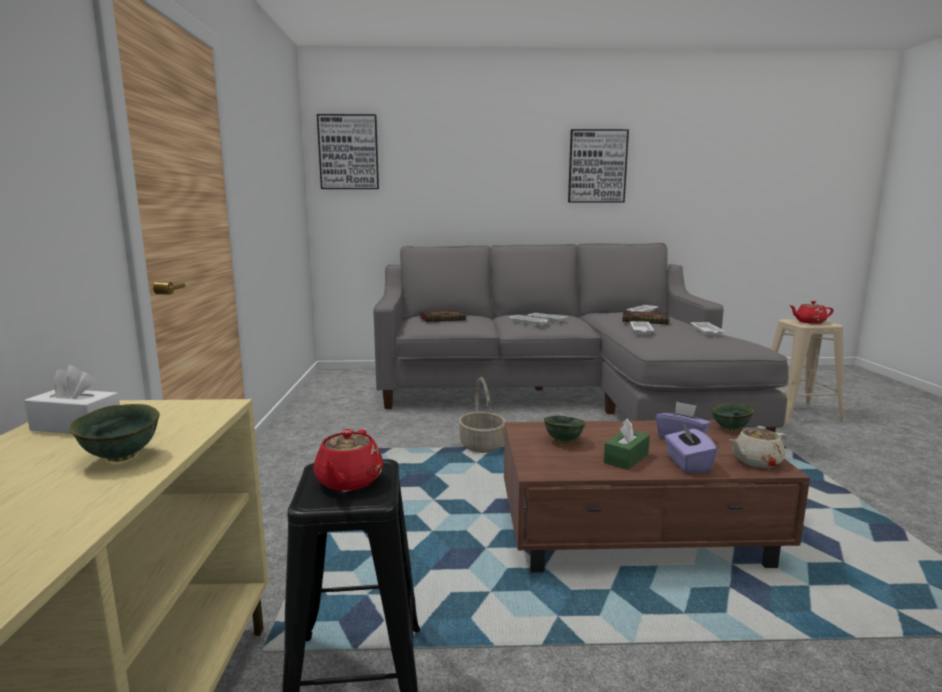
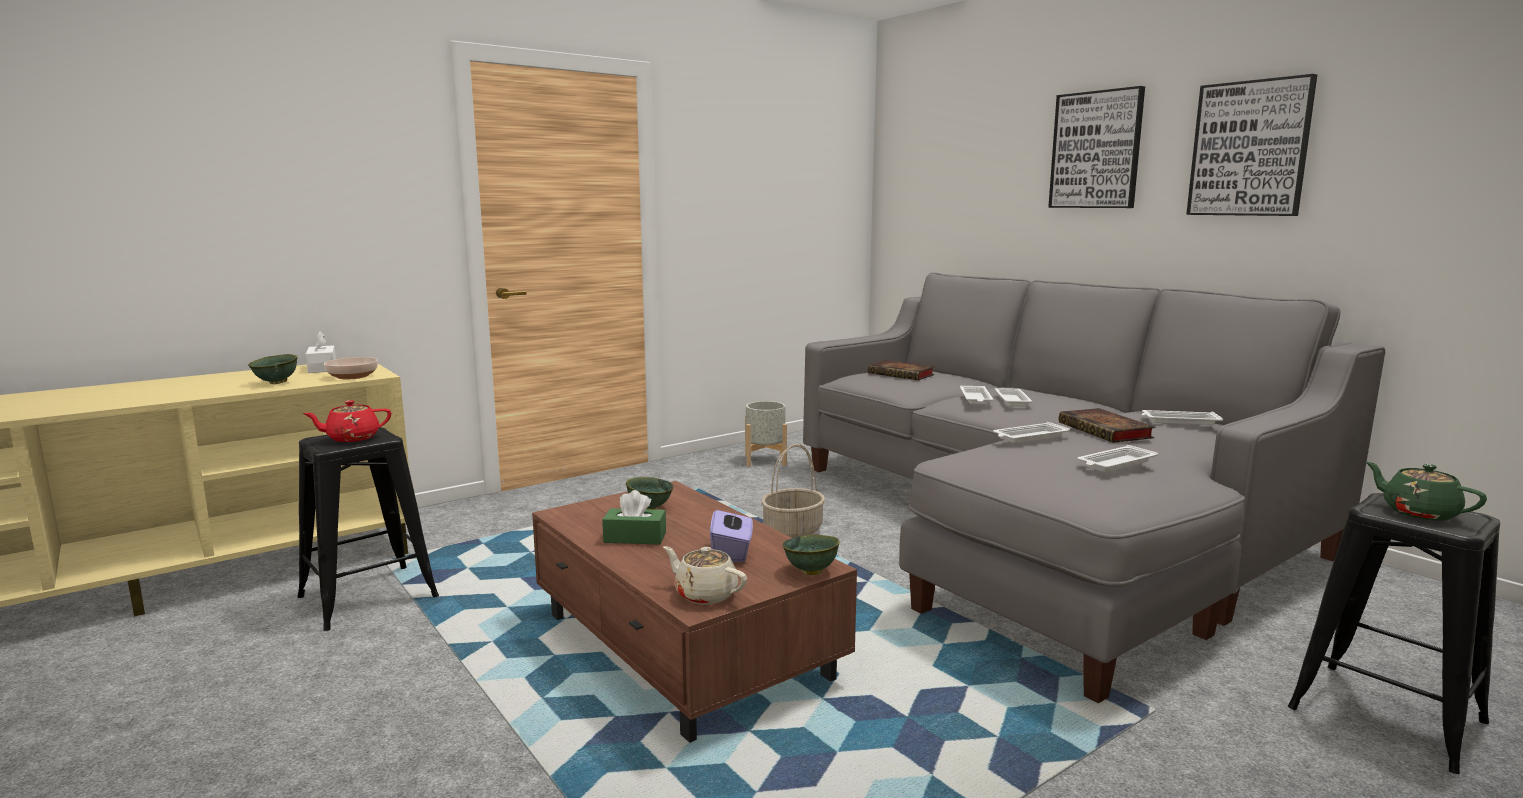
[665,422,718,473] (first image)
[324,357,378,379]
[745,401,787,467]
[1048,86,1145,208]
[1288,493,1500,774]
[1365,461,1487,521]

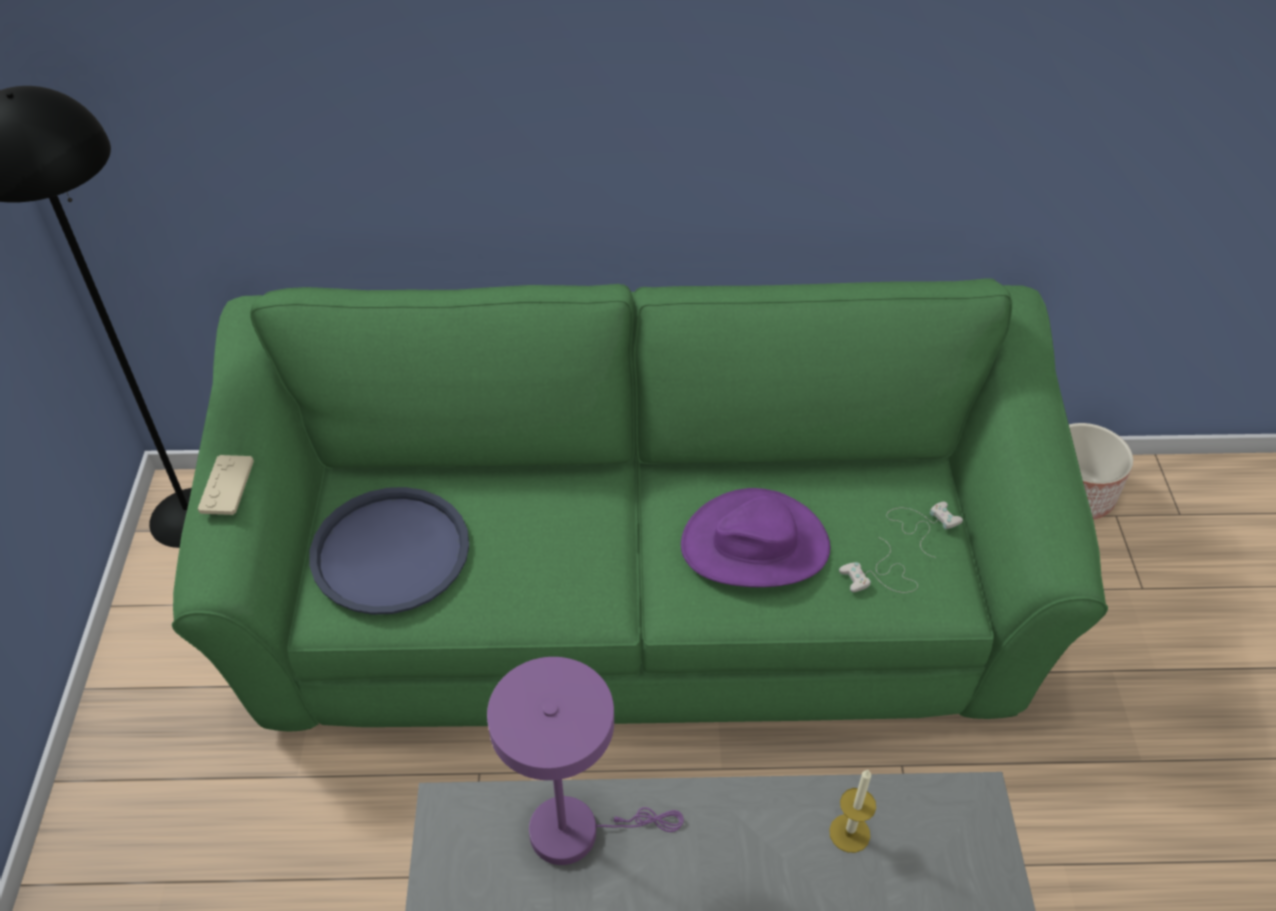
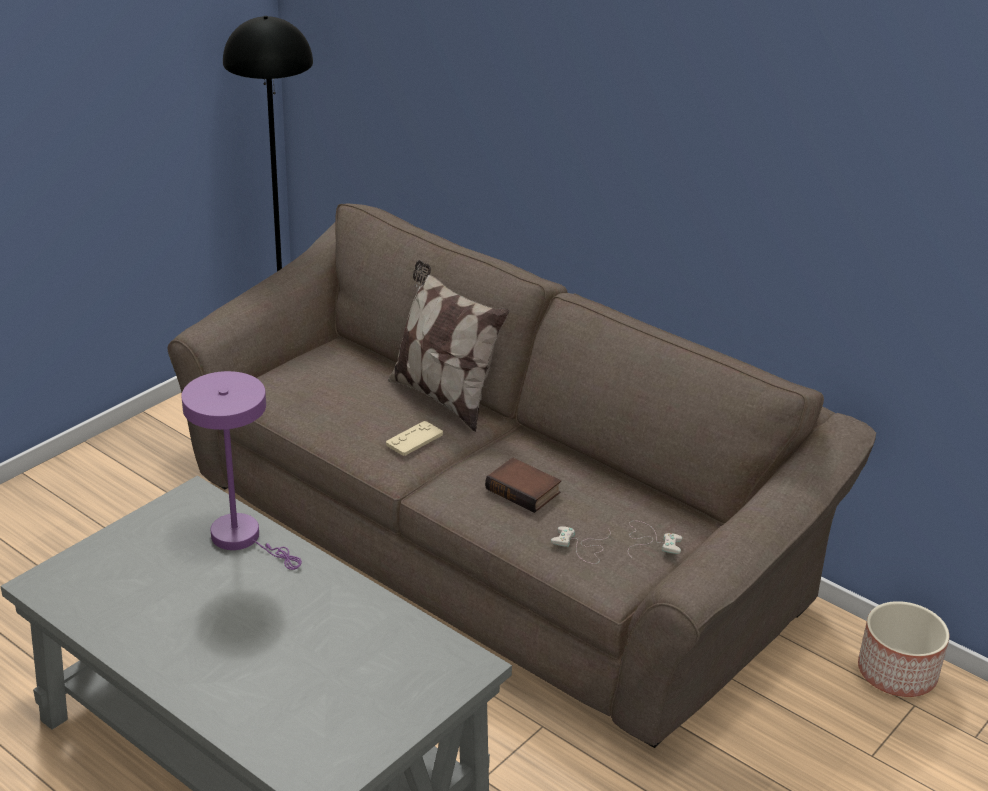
[309,487,469,615] (first image)
[829,770,876,853] (first image)
[388,260,509,432]
[386,421,443,456]
[485,458,561,513]
[168,204,876,748]

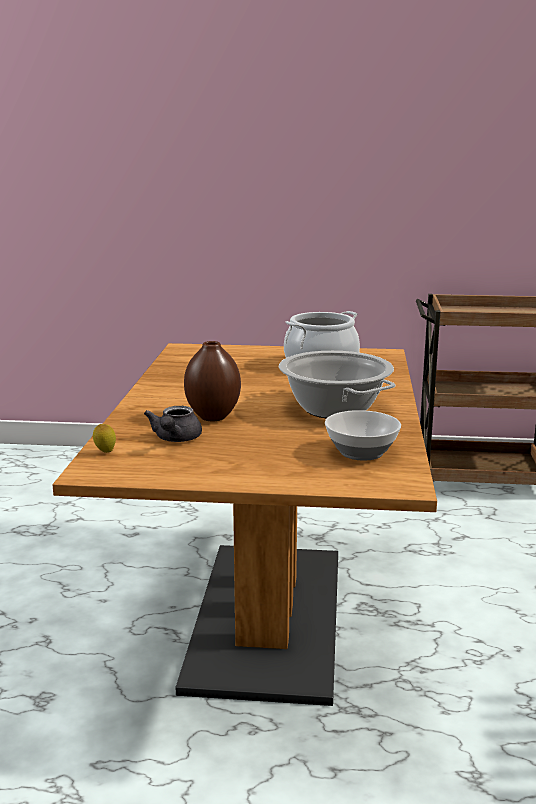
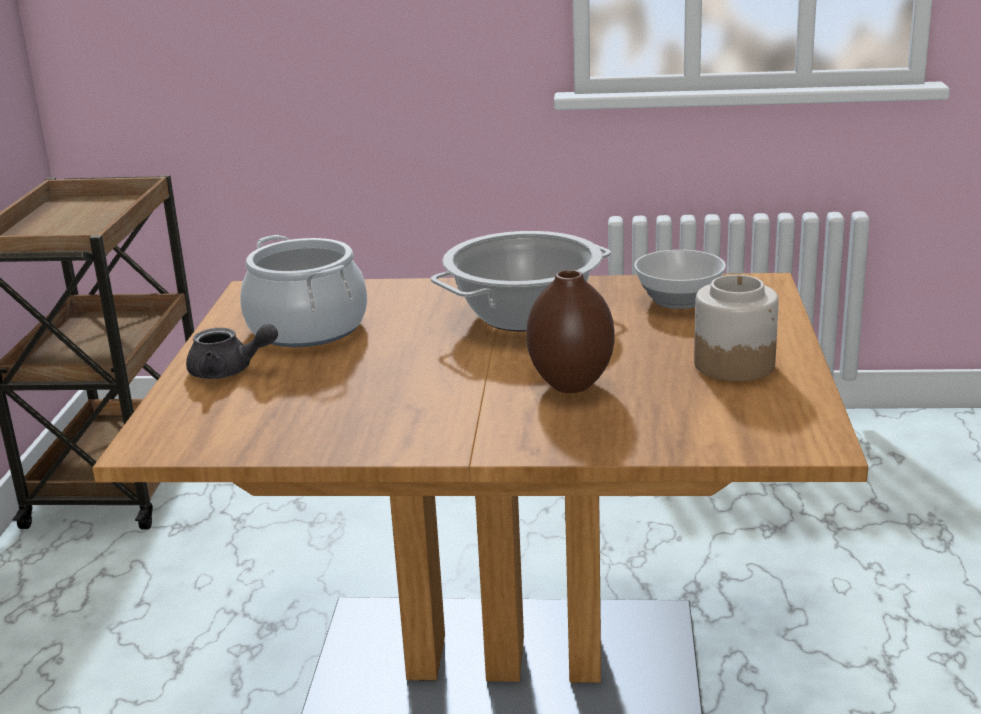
[93,424,116,453] (first image)
[694,275,779,381]
[186,324,278,379]

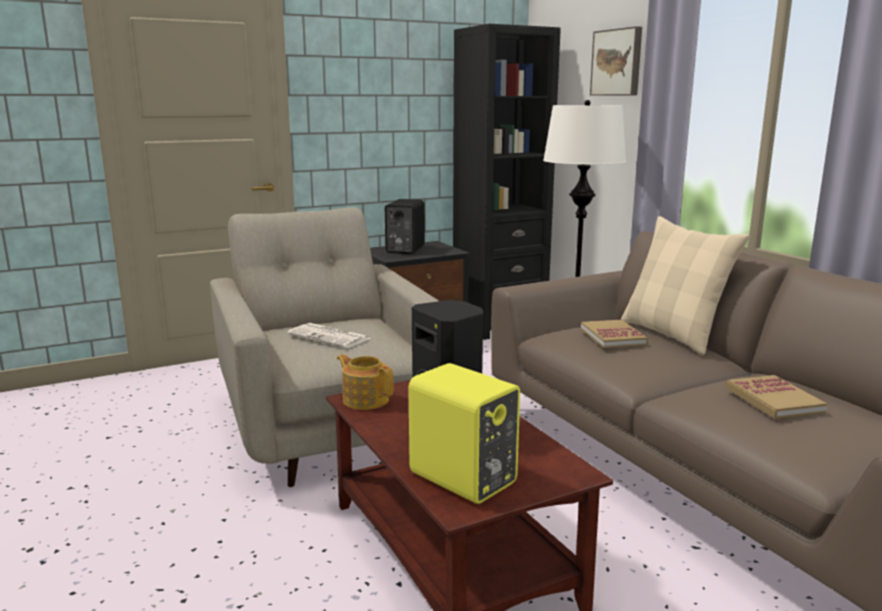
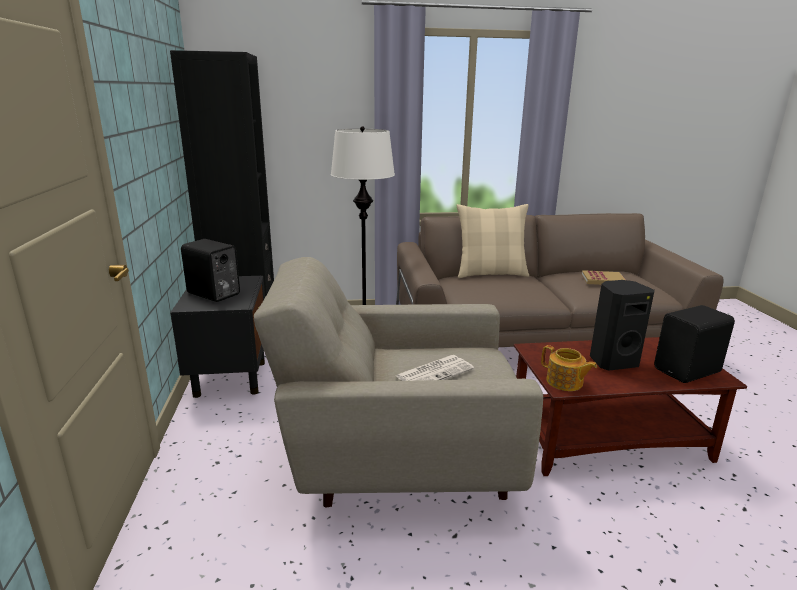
[581,320,648,348] (first image)
[590,26,642,96] (first image)
[654,305,735,383]
[541,345,597,391]

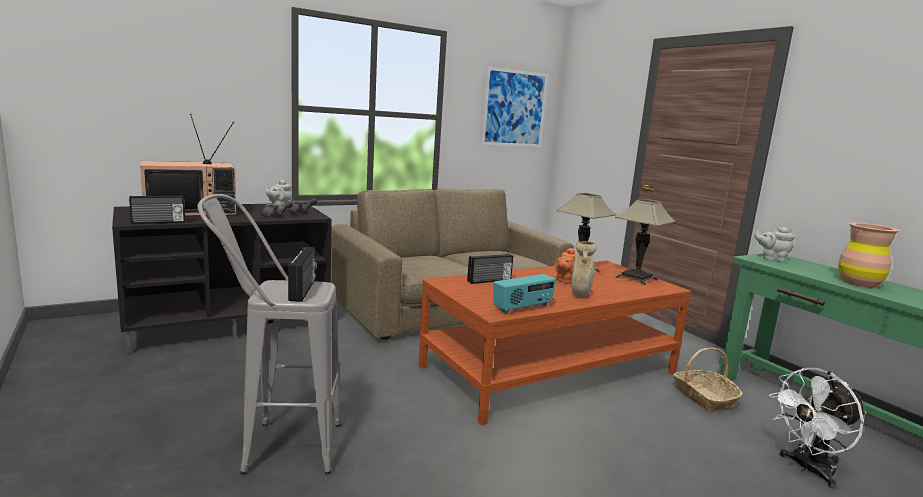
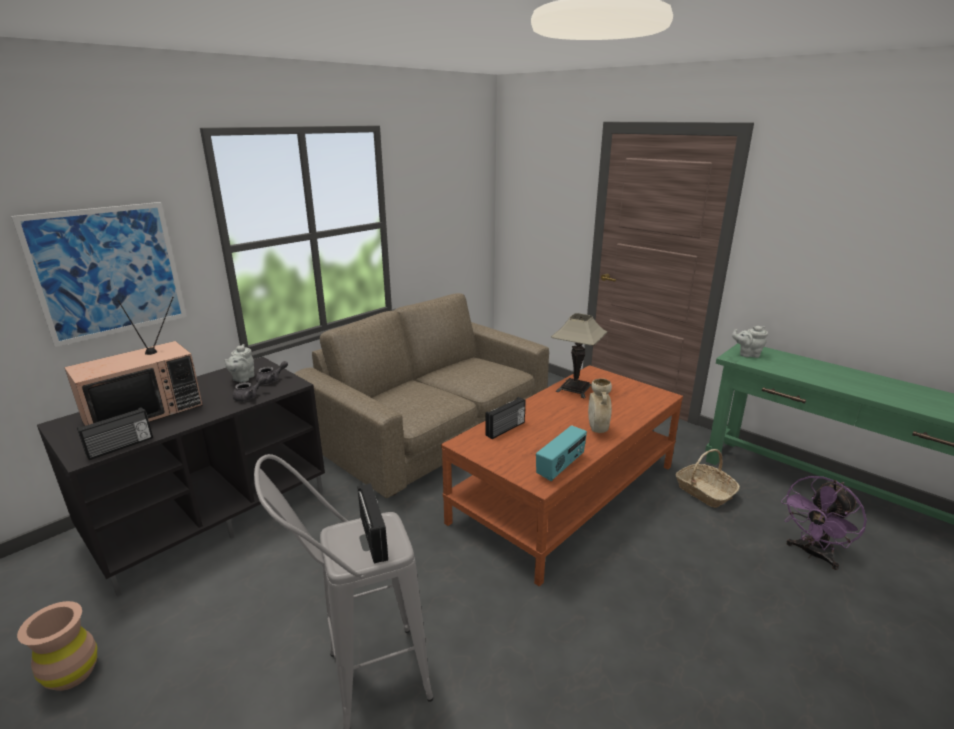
[554,248,578,284] (first image)
[615,199,676,285] (first image)
[11,202,187,347]
[17,601,97,691]
[781,476,867,570]

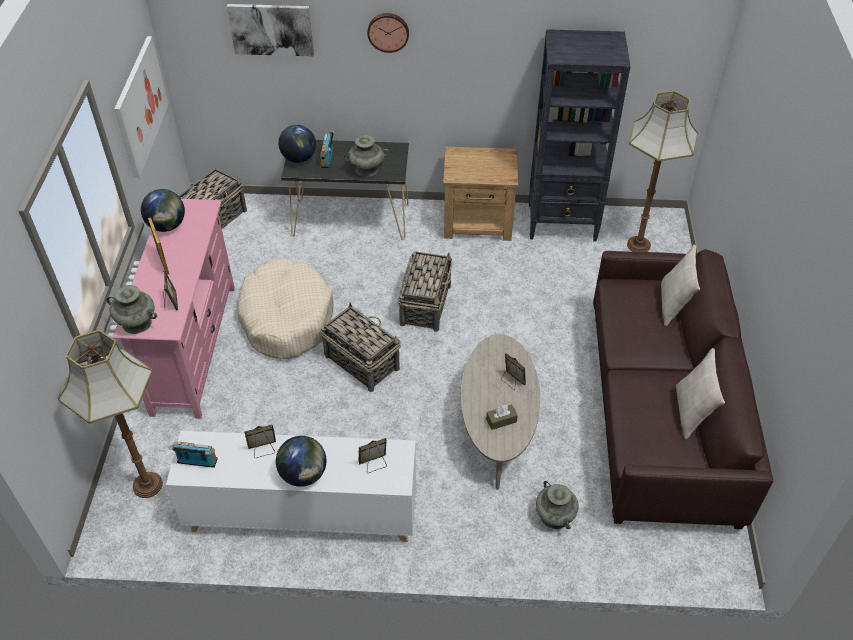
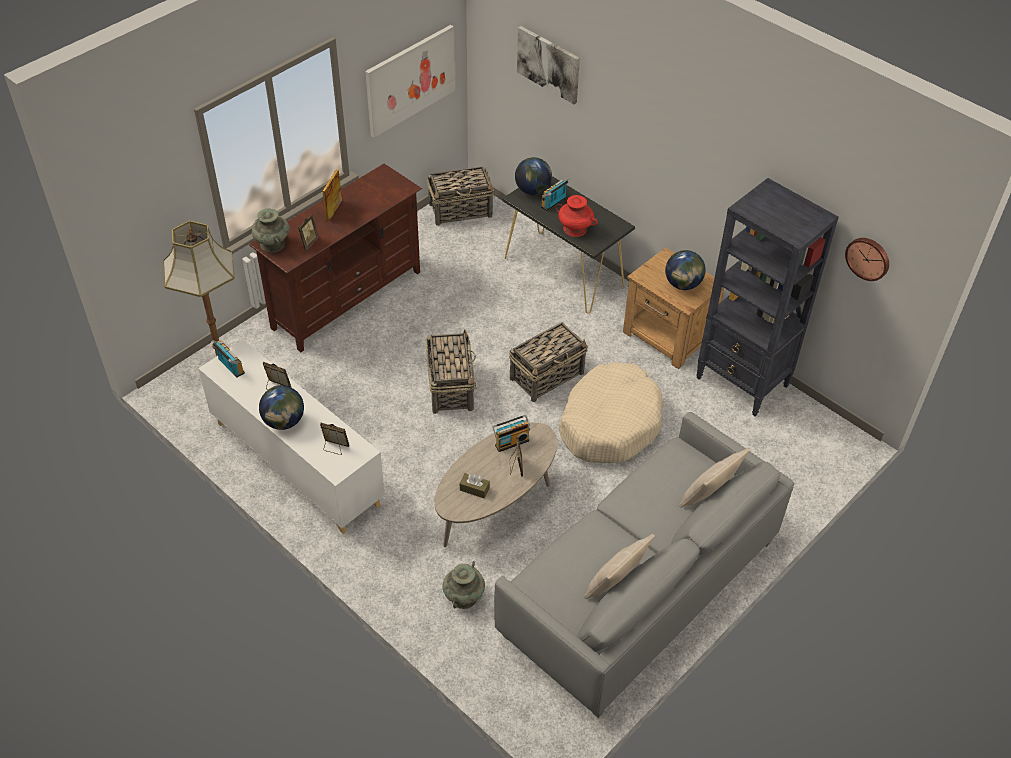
[627,91,698,252] (first image)
[492,415,530,452]
[665,250,706,290]
[559,362,664,463]
[845,238,889,281]
[249,164,422,352]
[555,195,598,237]
[495,412,794,718]

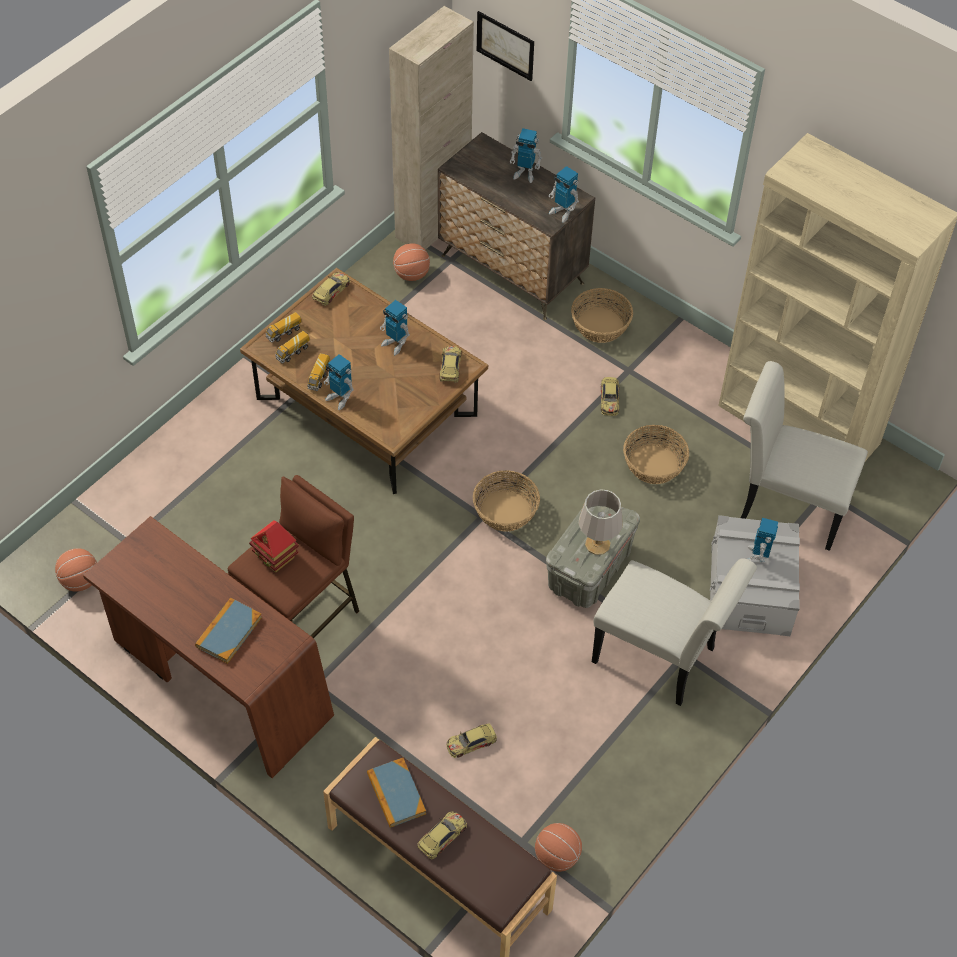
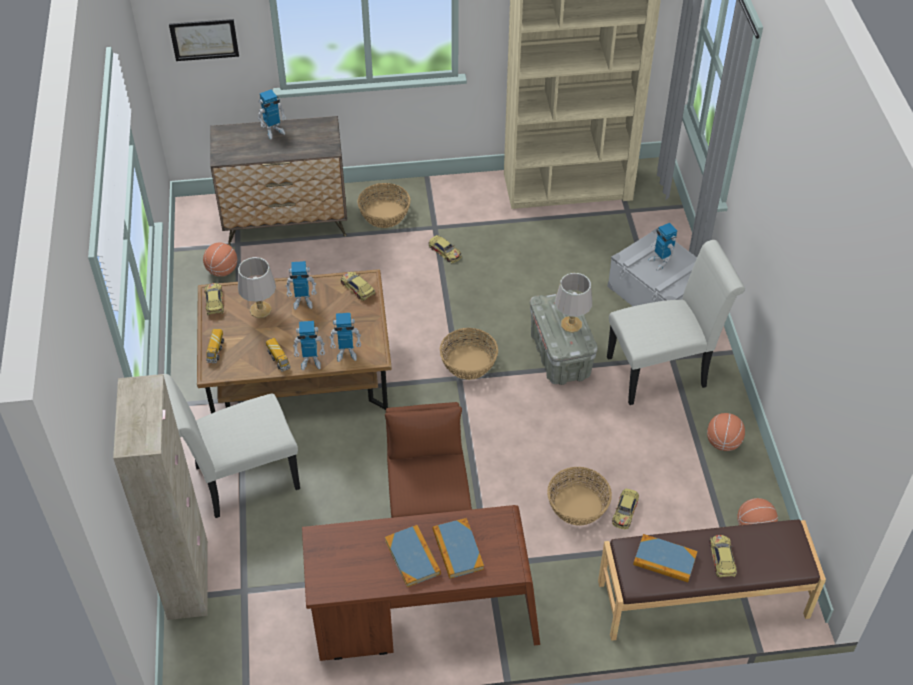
[249,520,299,572] (first image)
[275,331,310,364] (first image)
[238,257,276,318]
[385,525,441,587]
[707,413,745,451]
[113,374,208,620]
[329,313,361,362]
[547,467,612,525]
[163,374,300,518]

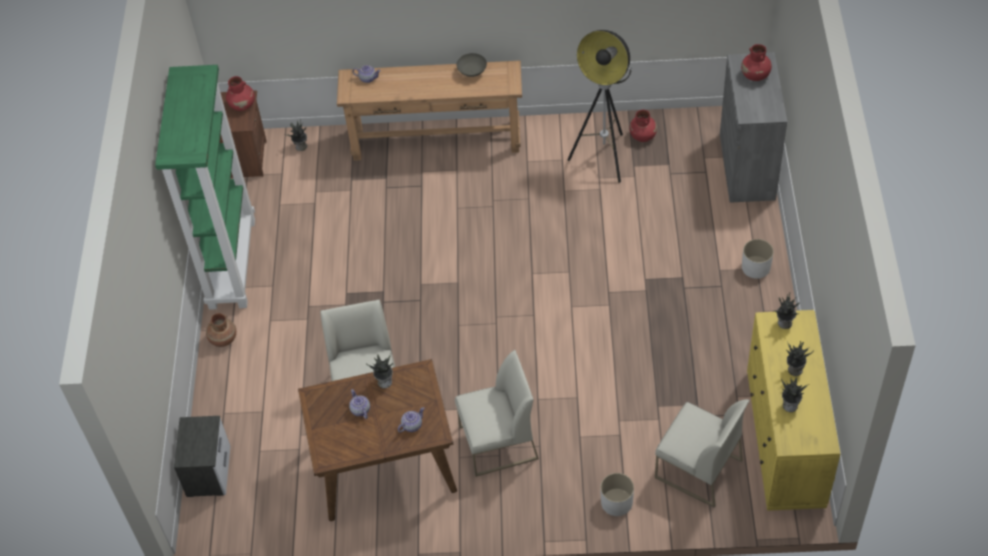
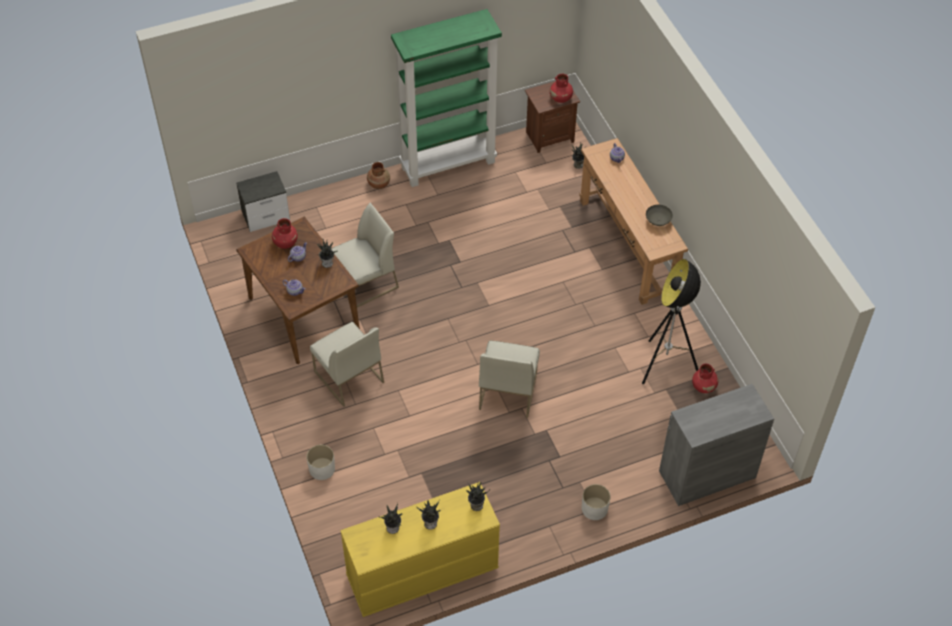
[479,340,540,418]
[272,218,298,249]

